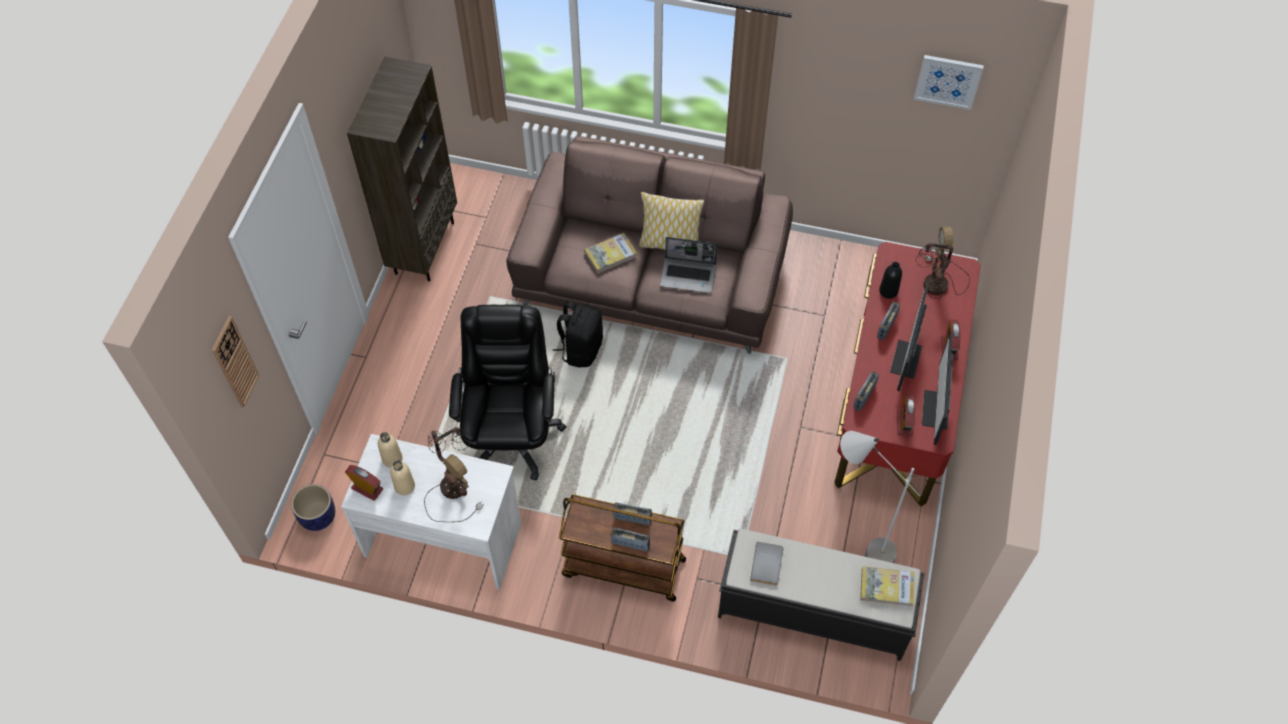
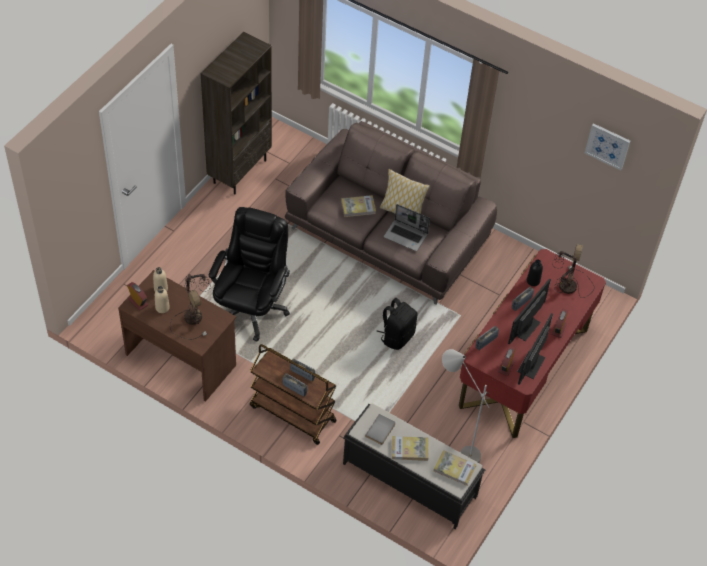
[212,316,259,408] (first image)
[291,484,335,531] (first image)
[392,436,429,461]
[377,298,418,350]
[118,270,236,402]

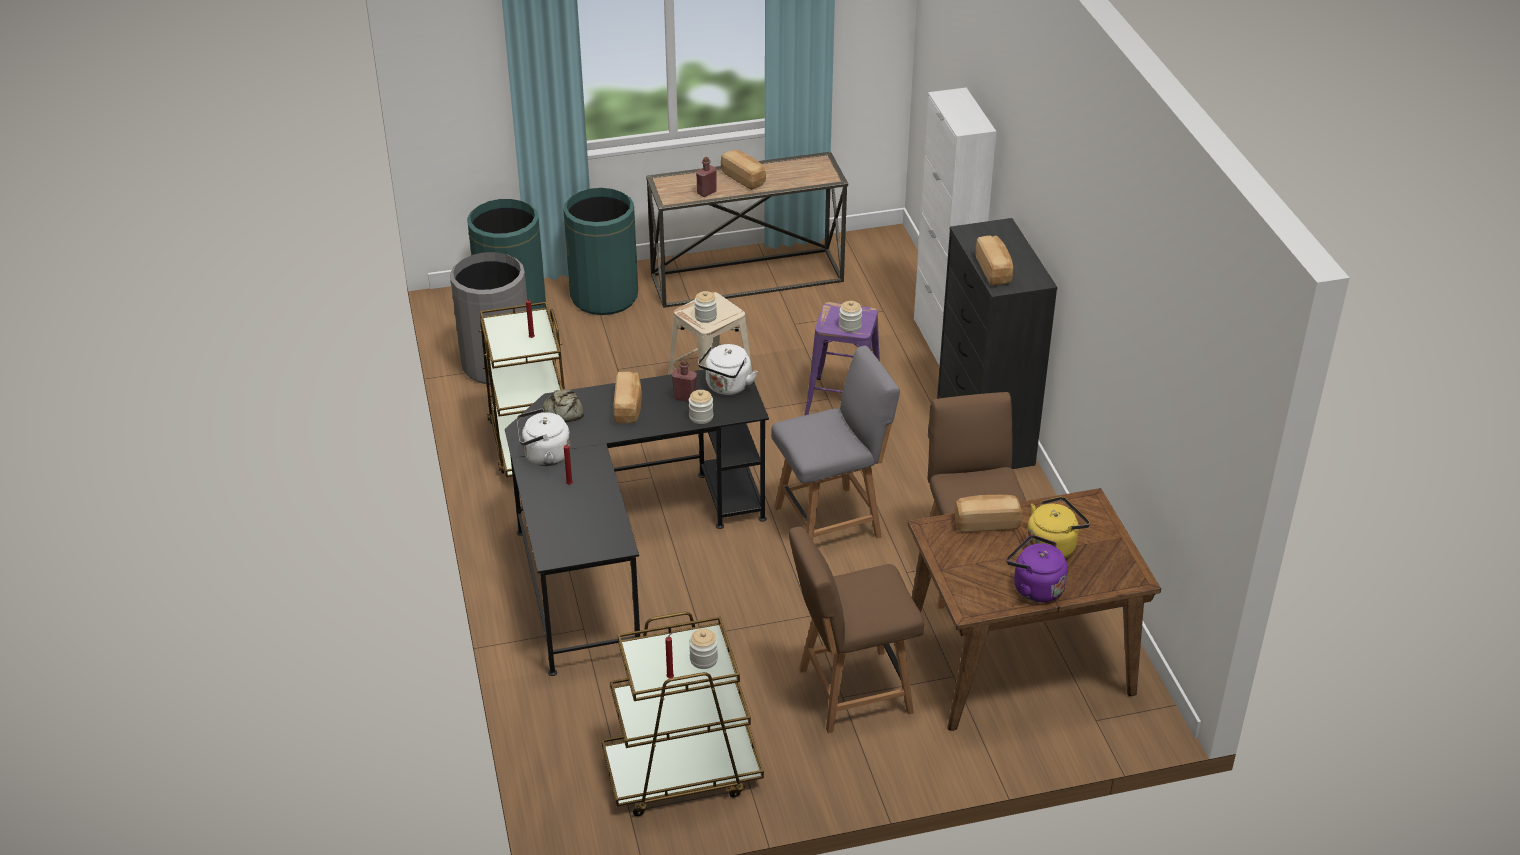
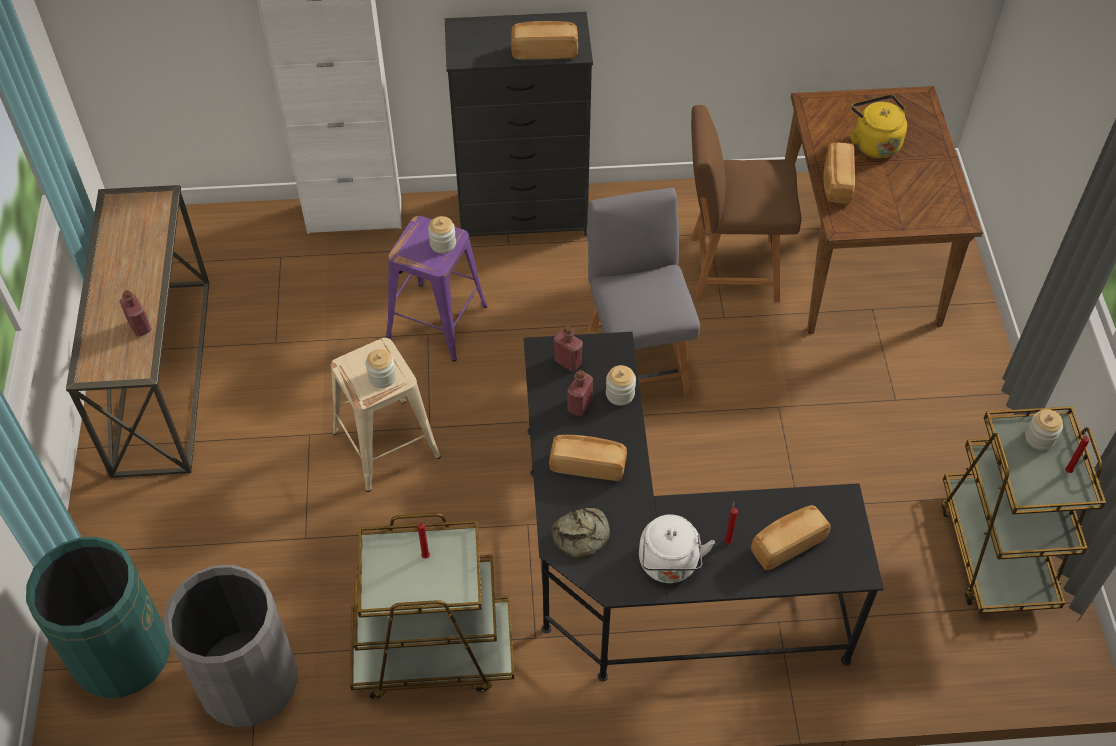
[563,188,638,315] (first image)
[789,526,924,733] (first image)
[1006,535,1068,603] (first image)
[751,505,831,570]
[554,326,583,372]

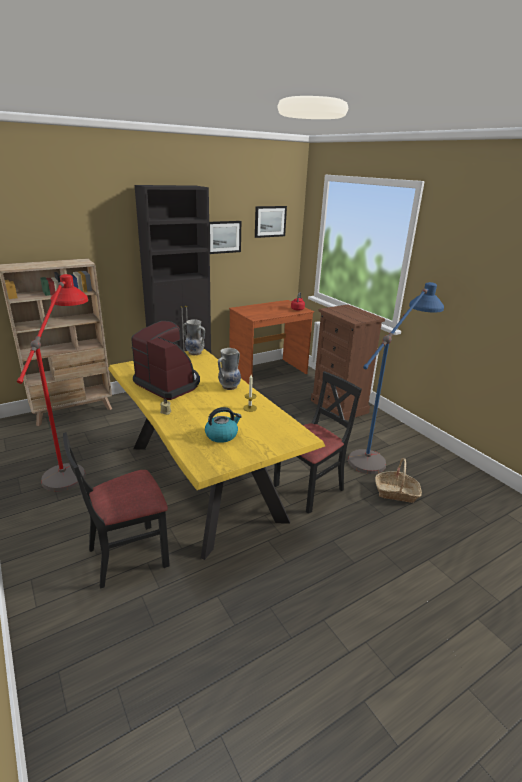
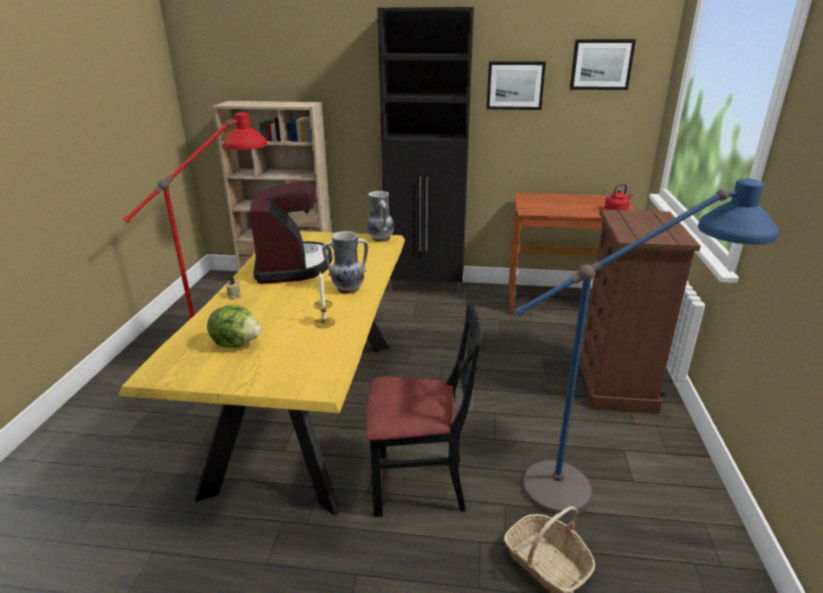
[63,432,170,589] (first image)
[207,305,261,348]

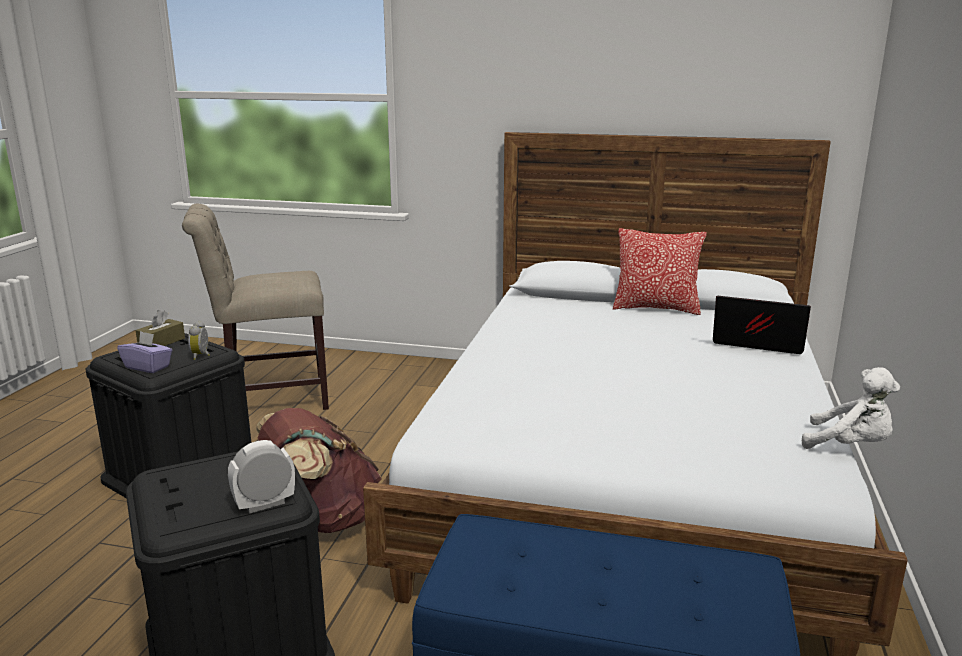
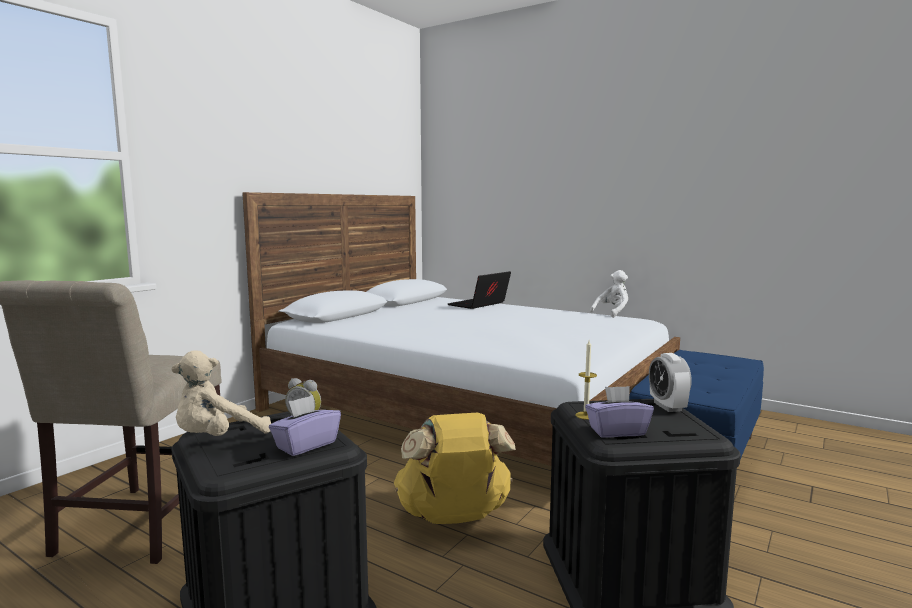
[613,228,707,315] (first image)
[576,340,597,420]
[585,386,654,438]
[171,351,271,436]
[394,413,516,524]

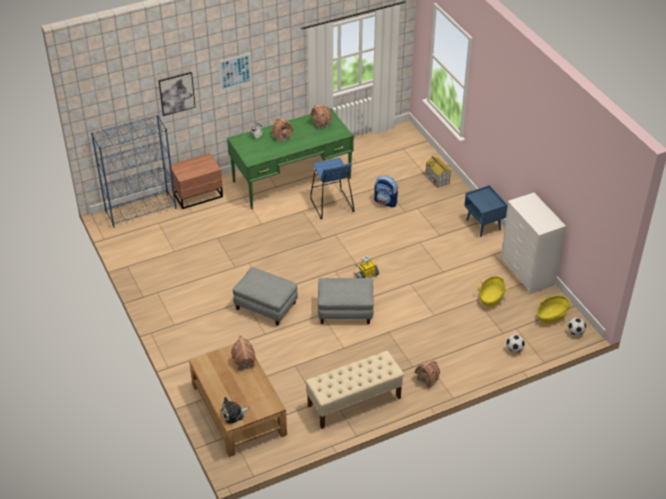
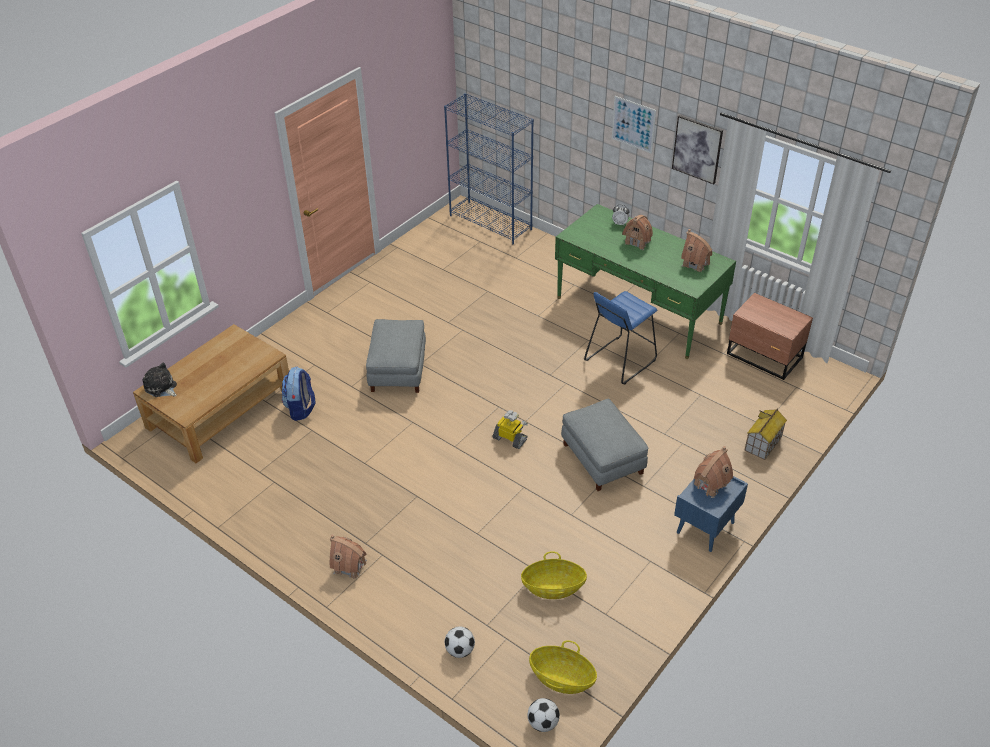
[305,351,404,429] (first image)
[500,193,566,295] (first image)
[672,115,723,184]
[727,293,813,380]
[694,446,733,498]
[561,399,648,491]
[282,367,316,421]

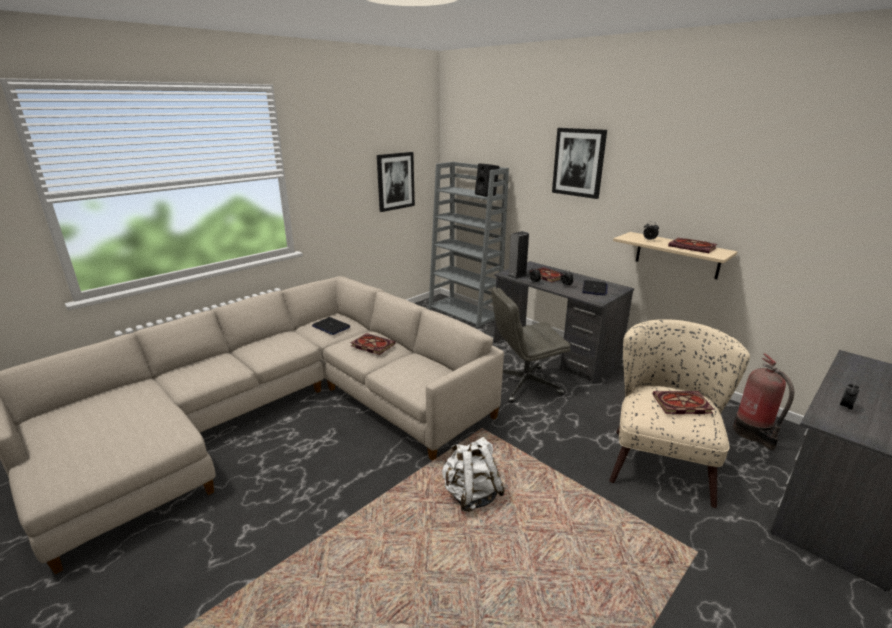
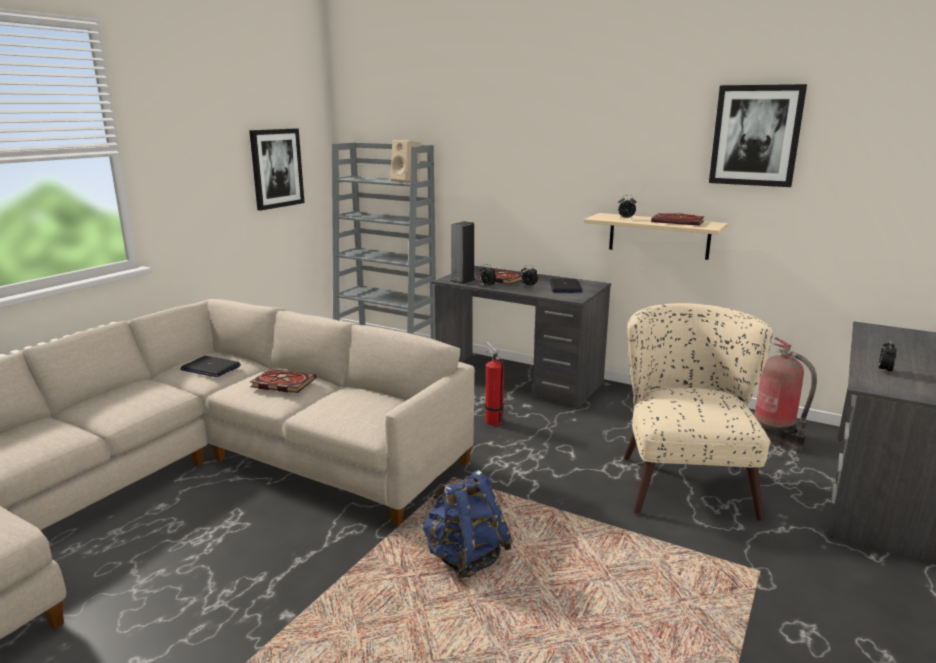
[653,391,714,414] (first image)
[709,84,807,187]
[485,342,504,426]
[422,470,513,578]
[390,140,421,183]

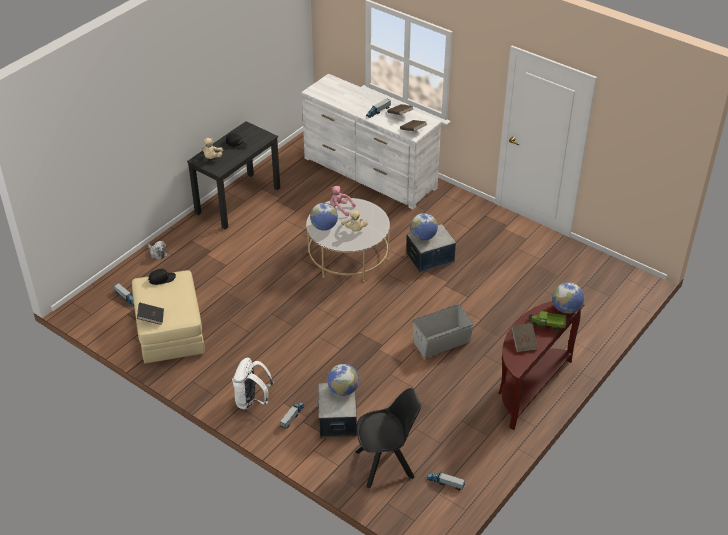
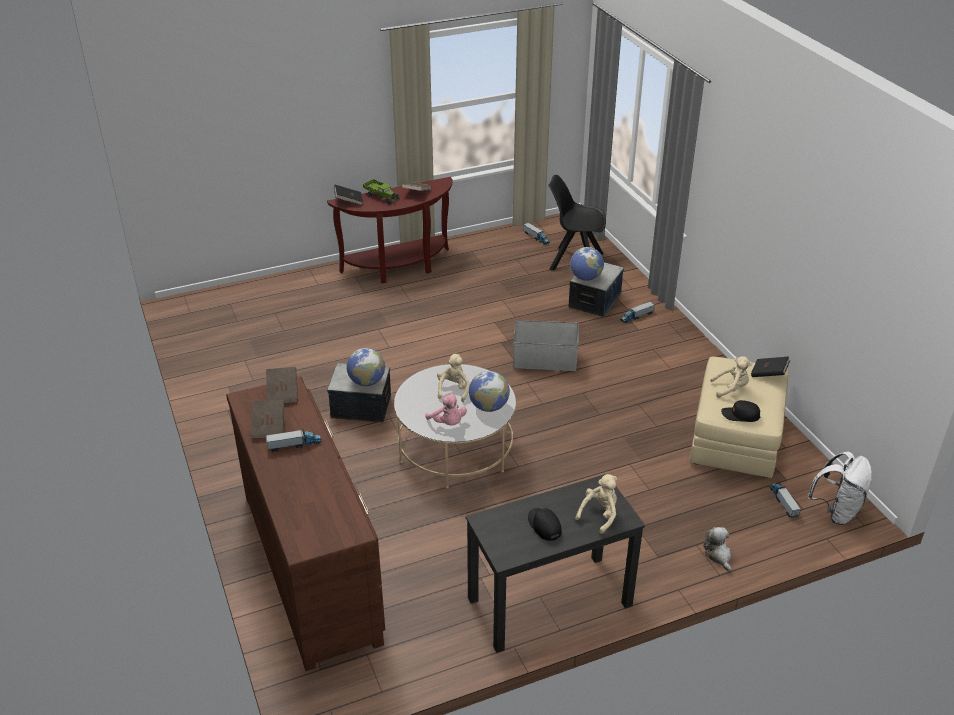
[710,357,752,398]
[808,452,873,525]
[513,320,579,371]
[334,185,363,206]
[226,376,385,671]

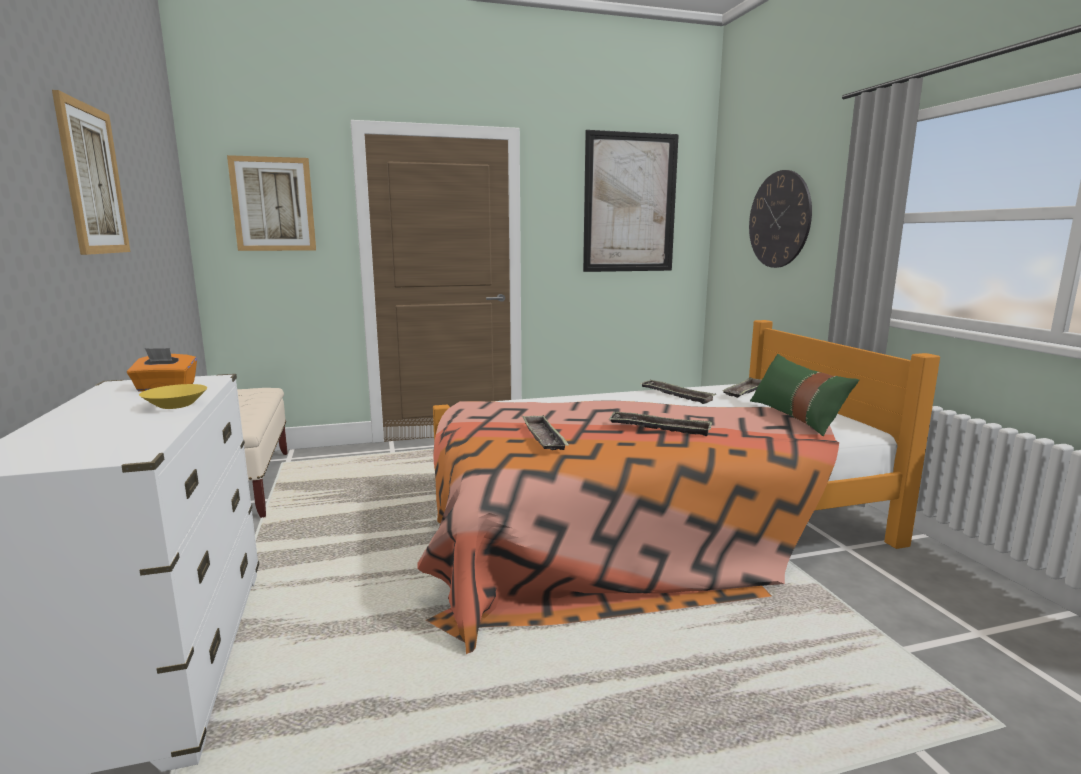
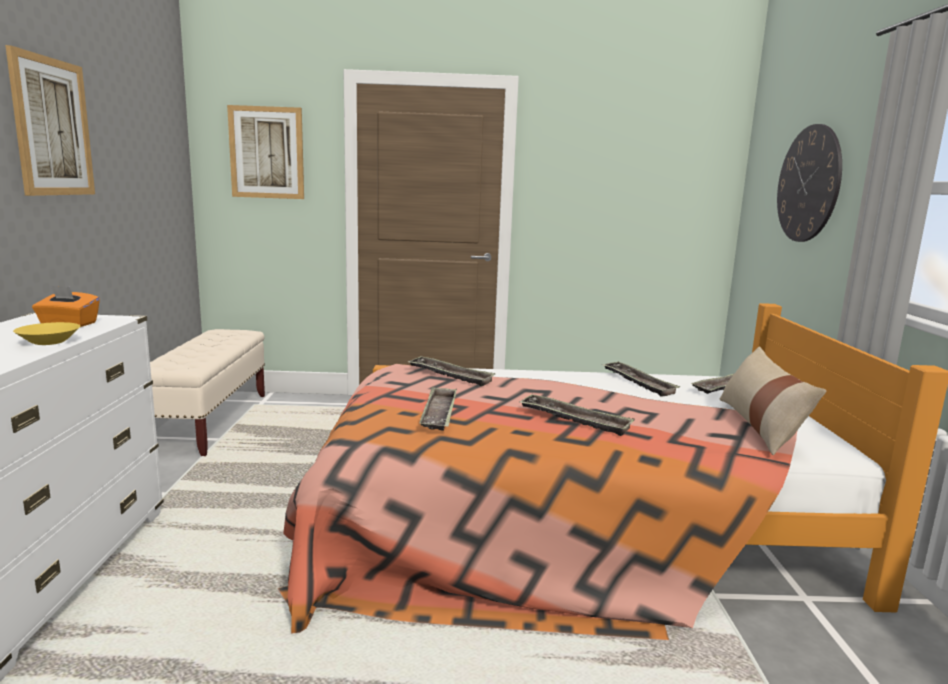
[583,130,679,272] (first image)
[408,356,496,386]
[719,347,827,455]

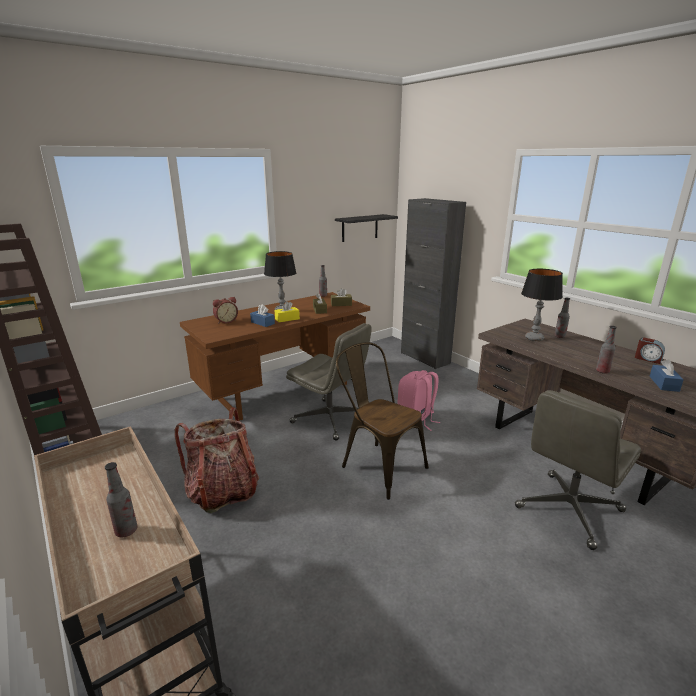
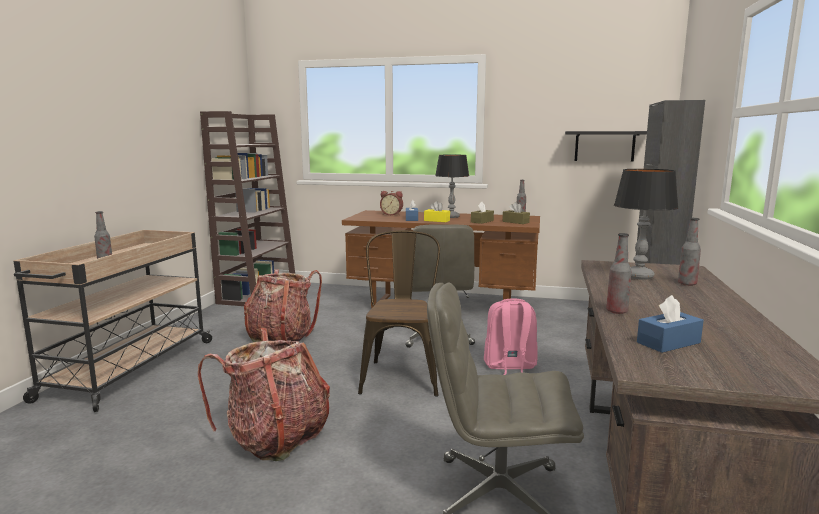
[635,338,665,364] (first image)
[198,328,330,461]

